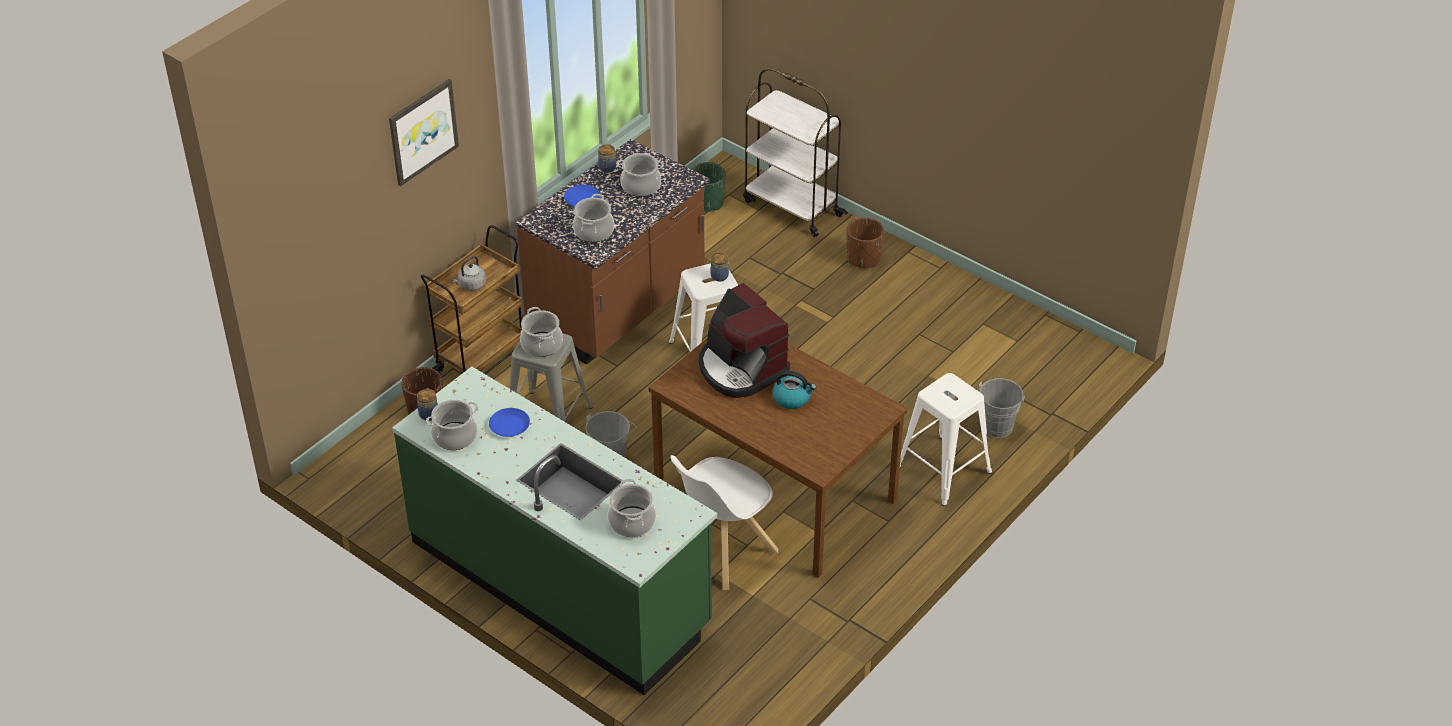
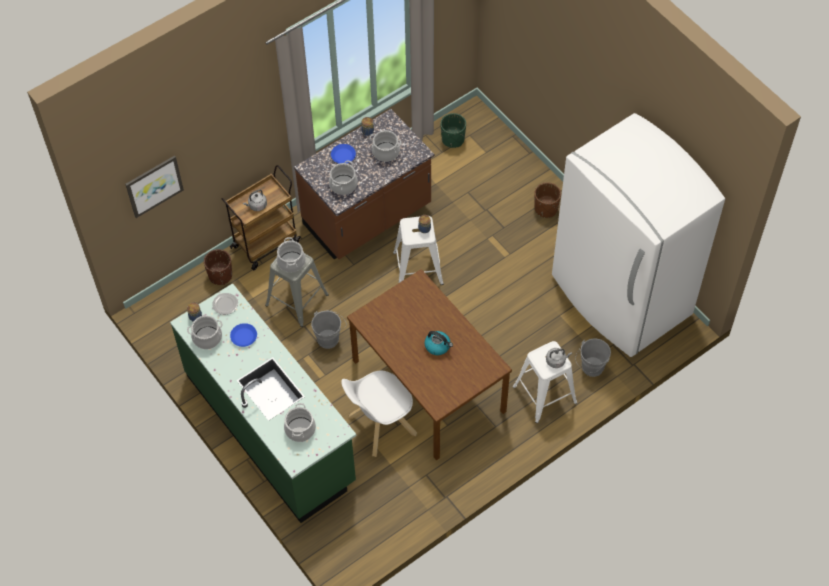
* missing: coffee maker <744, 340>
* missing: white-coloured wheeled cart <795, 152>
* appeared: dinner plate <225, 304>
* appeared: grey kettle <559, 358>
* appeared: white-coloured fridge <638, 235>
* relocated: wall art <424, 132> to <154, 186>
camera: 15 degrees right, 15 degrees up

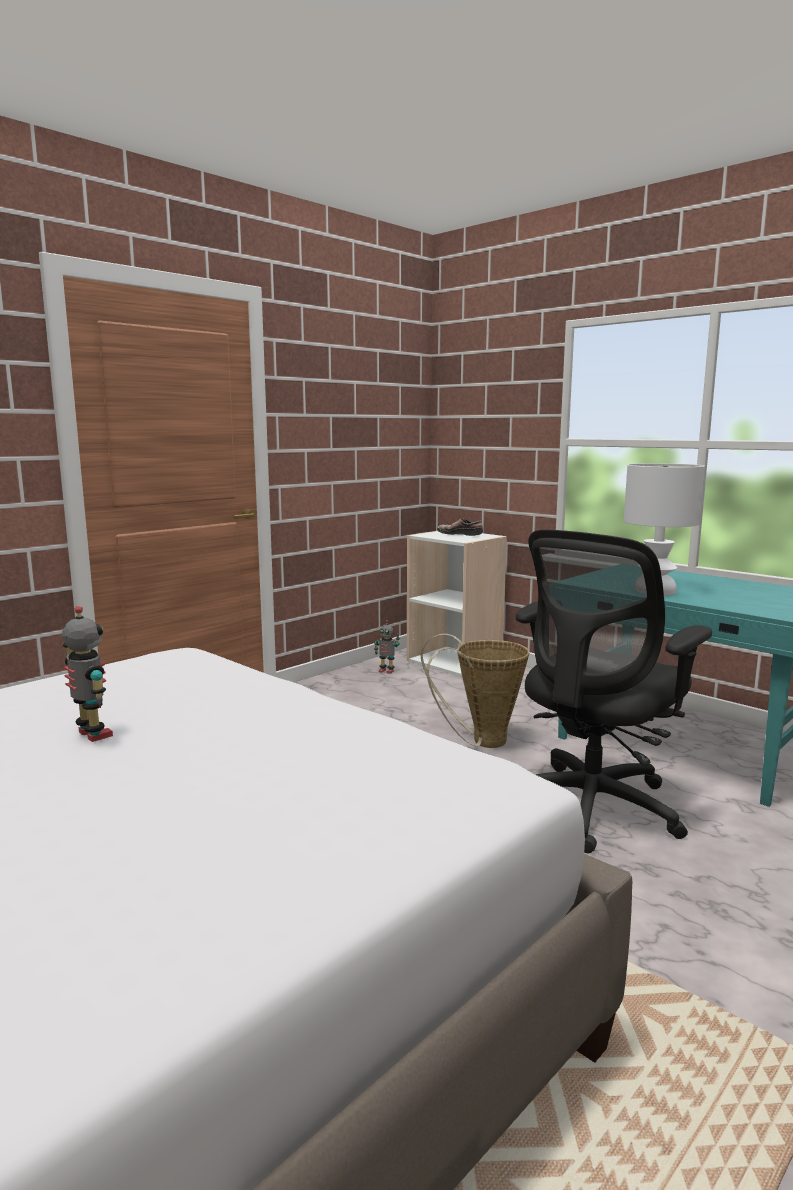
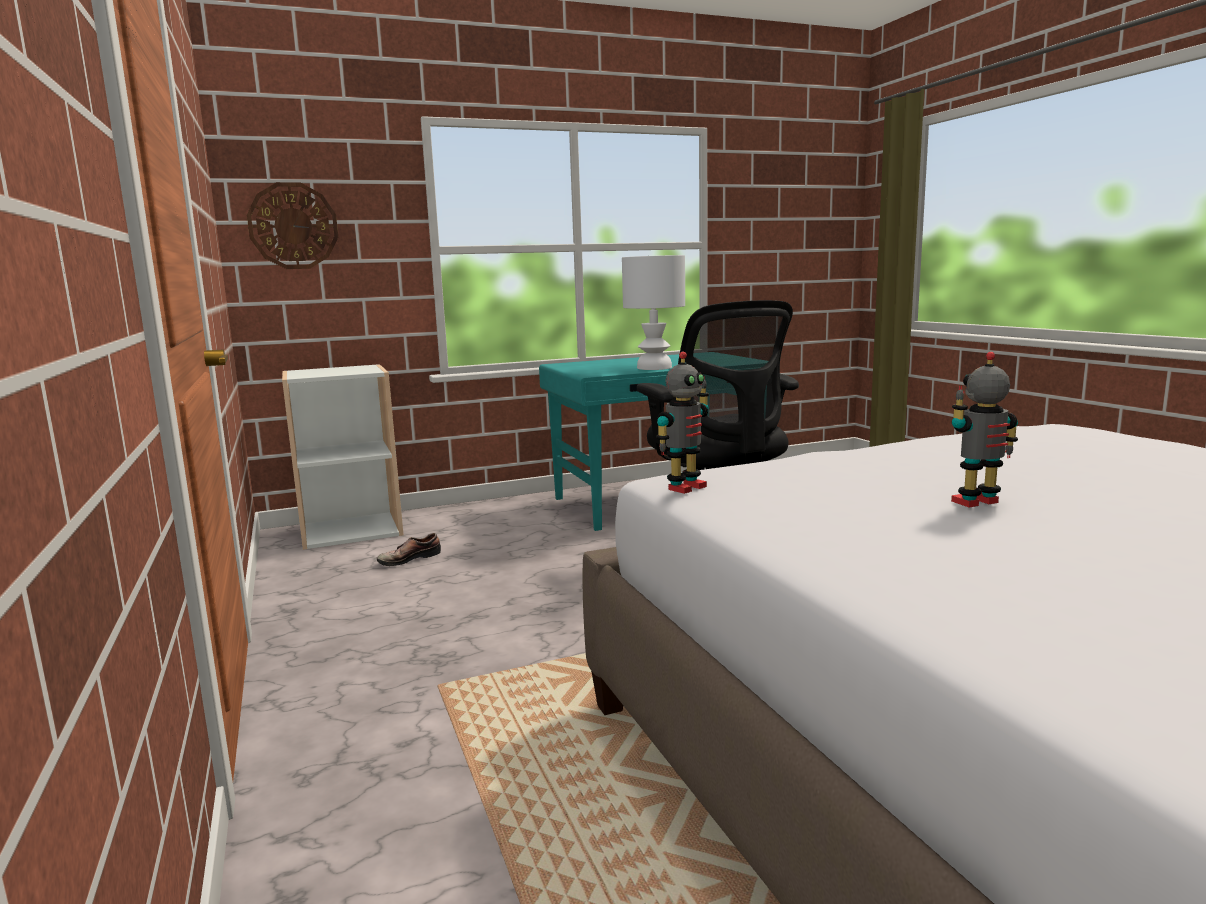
* missing: basket <475, 690>
* appeared: hanging clock <292, 225>
* relocated: toy robot <387, 647> to <682, 422>
* relocated: item of footwear <460, 527> to <409, 549>
camera: 65 degrees left, 0 degrees up

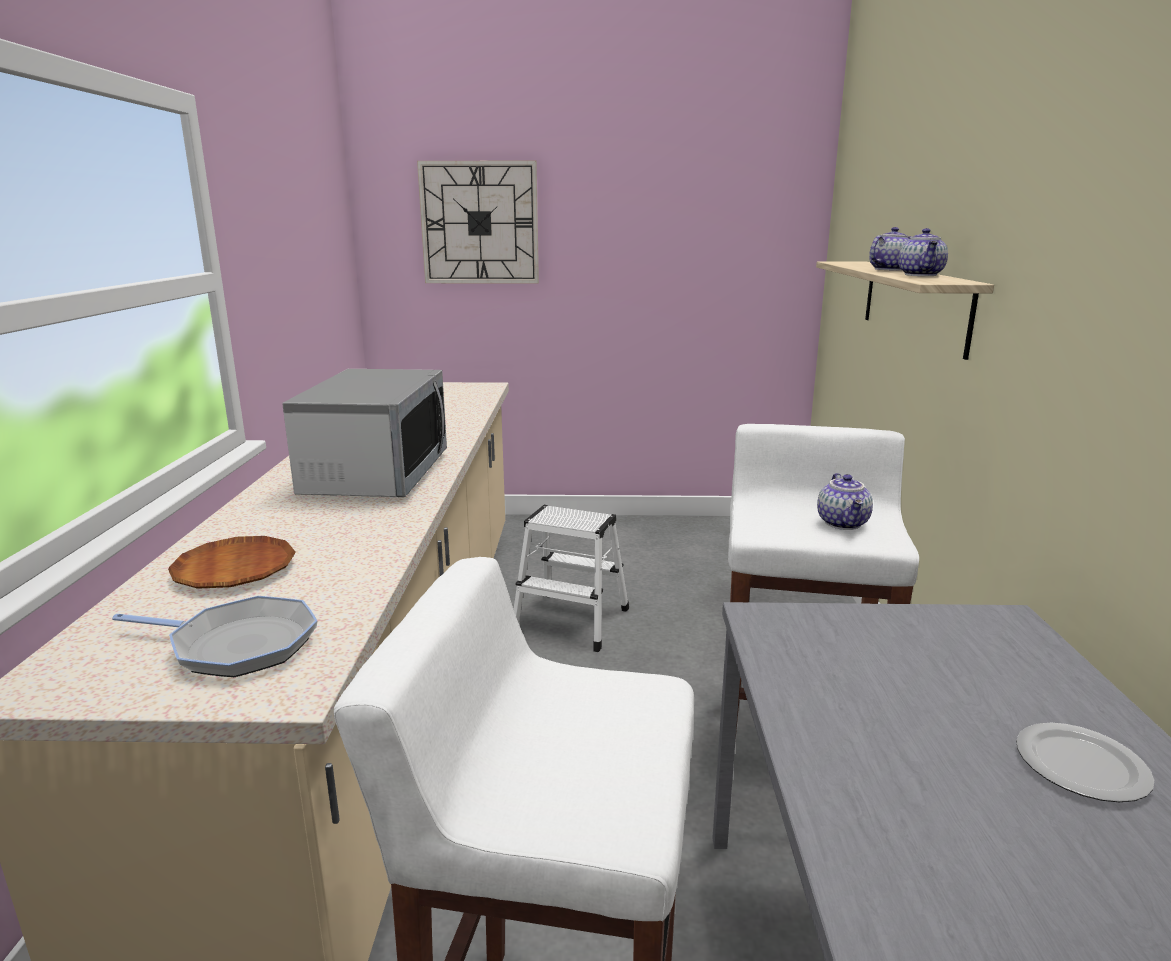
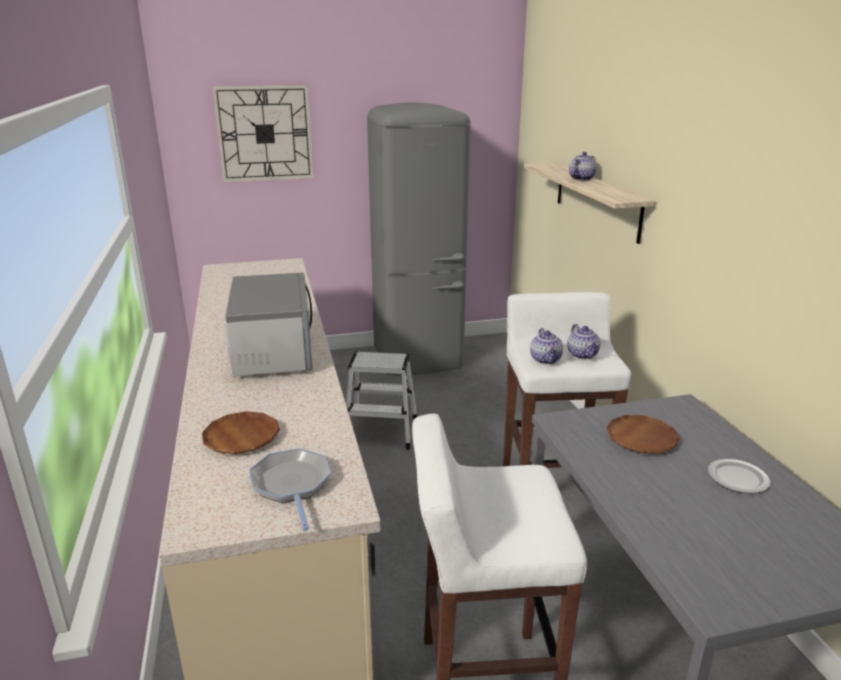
* appeared: grey fridge <419, 239>
* appeared: brown dinner plate <643, 434>
* relocated: pot for tea <923, 252> to <546, 346>
* spun: frying pan <215, 636> = <290, 489> 105 degrees counterclockwise
camera: 15 degrees left, 5 degrees up

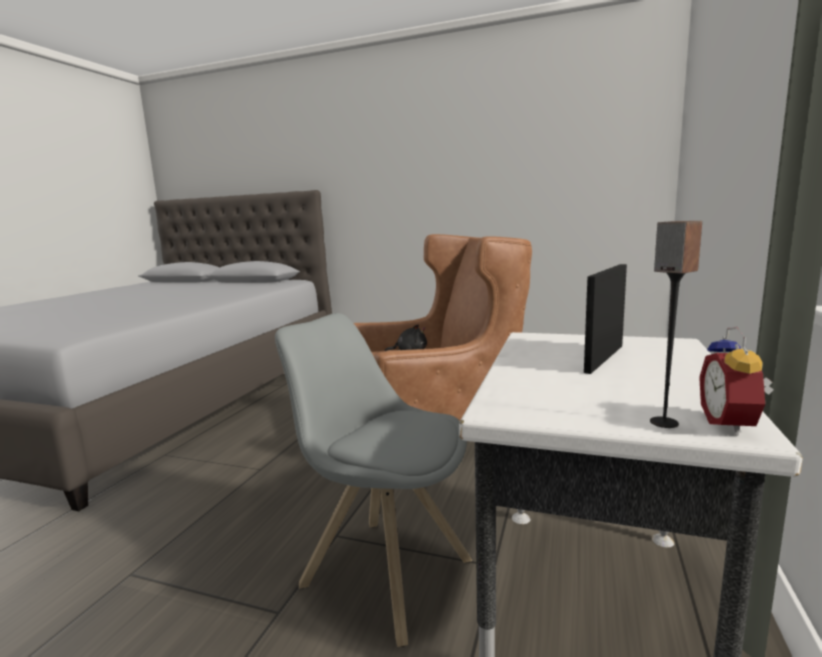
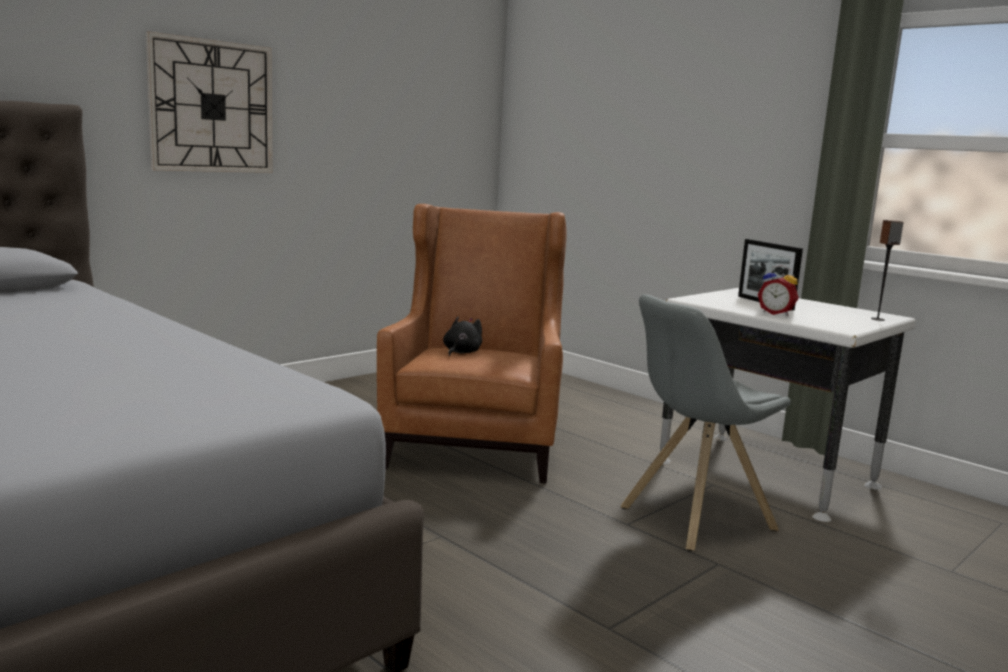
* appeared: hanging clock <209, 102>
* relocated: table clock <736, 381> to <778, 290>
camera: 65 degrees left, 0 degrees up

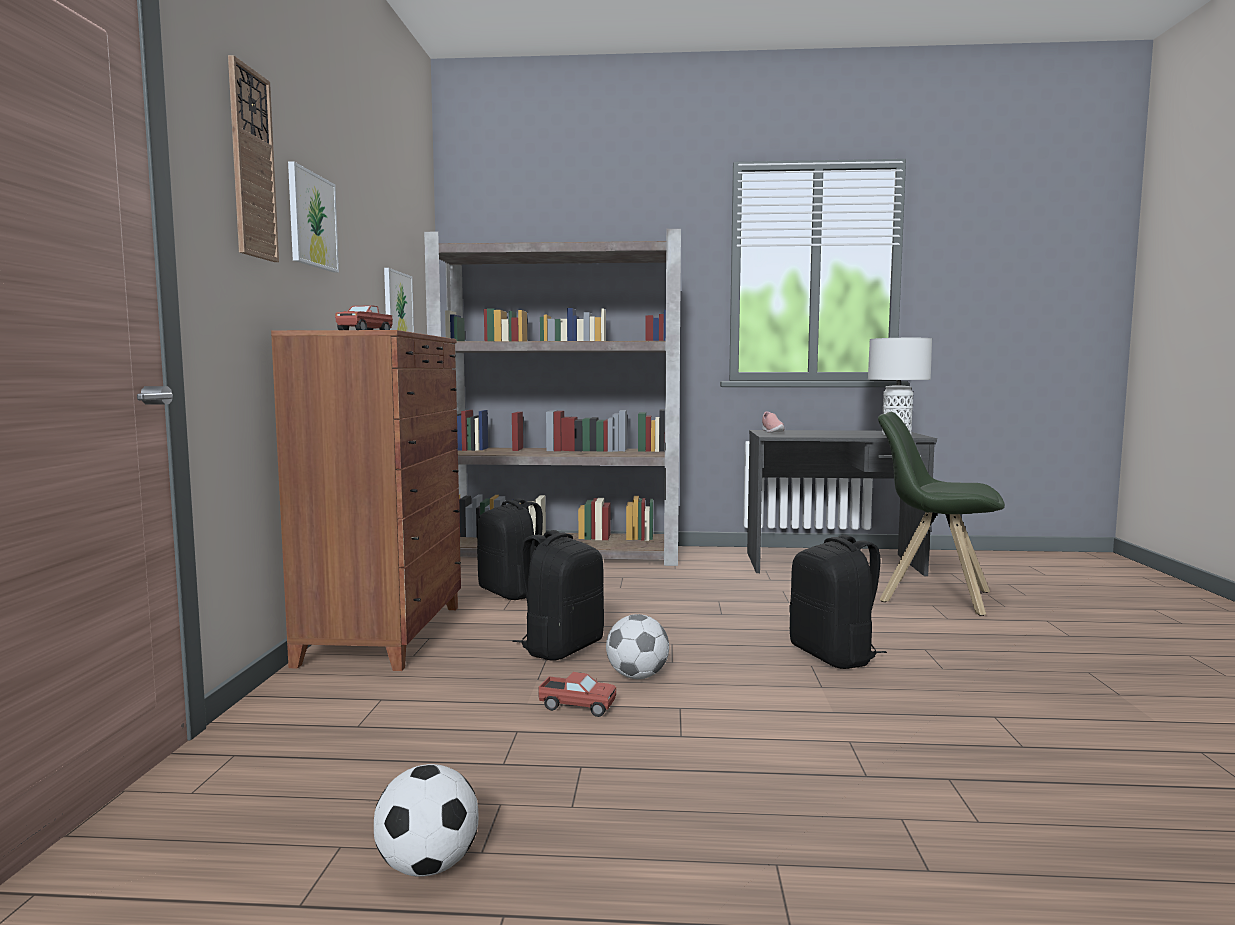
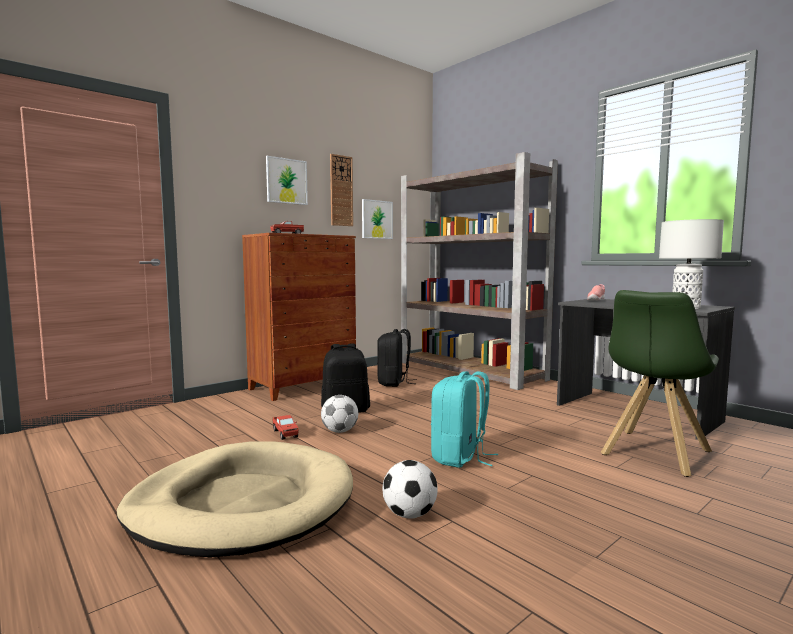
* appeared: beige-coloured pet bed <235, 499>
* relocated: hanging clock <253, 158> to <341, 190>
* relocated: football ball <426, 820> to <410, 489>
* colour: blackish knapsack <838, 602> to turquoise knapsack <464, 419>
* spun: green plain chair <941, 514> = <660, 383> 120 degrees counterclockwise
camera: 45 degrees right, 0 degrees up

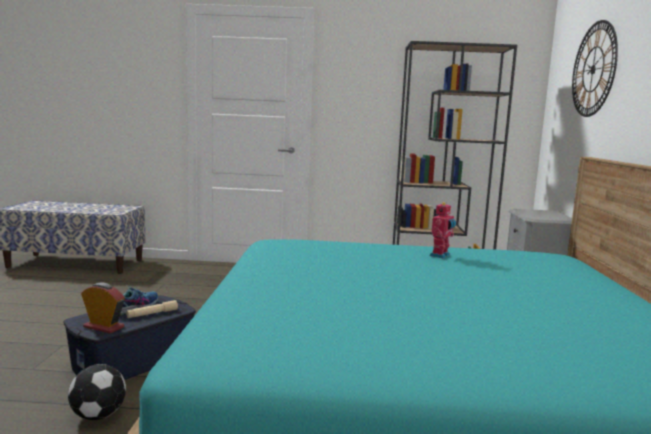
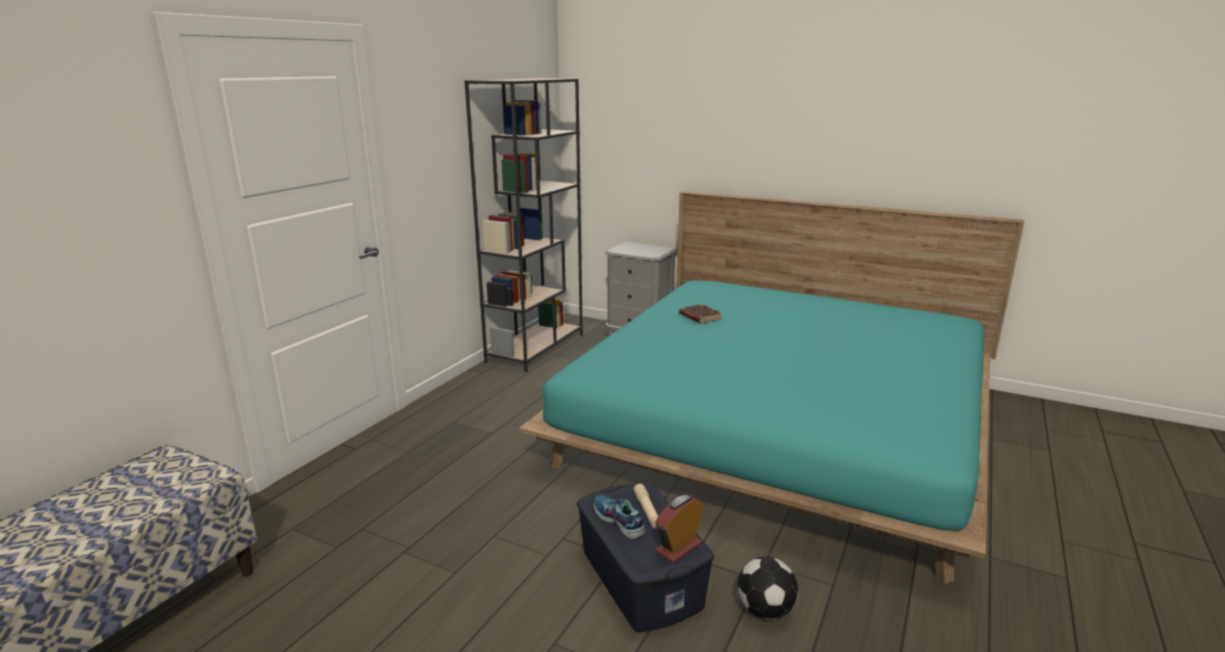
* missing: hanging clock <595, 68>
* exchanged: toy robot <443, 230> to brown book <700, 314>
camera: 65 degrees left, 10 degrees up

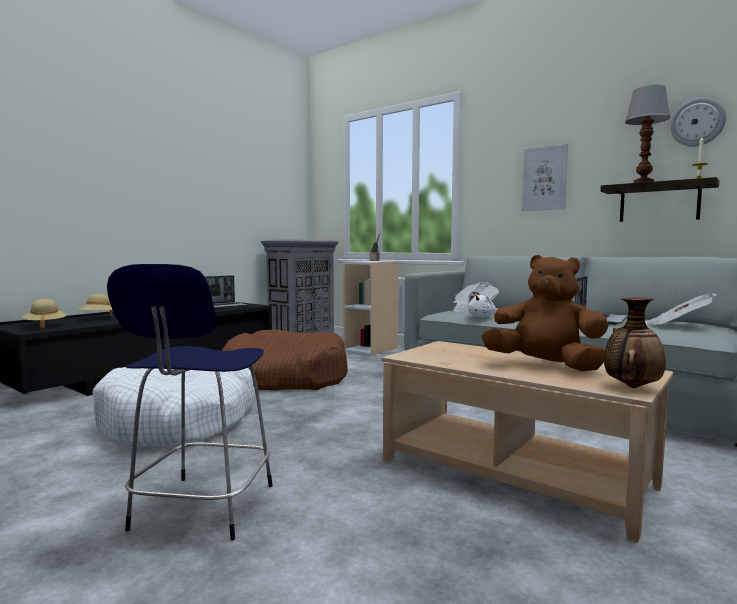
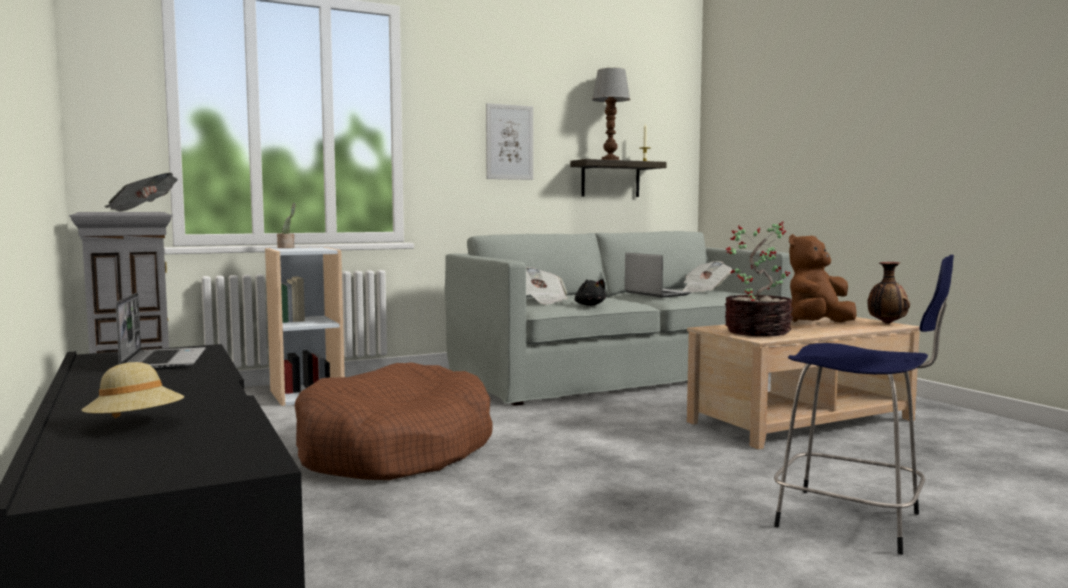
* missing: beige-coloured wearable hat <44, 314>
* missing: white-coloured pet bed <174, 406>
* missing: hanging clock <698, 122>
* appeared: printed paper <141, 192>
* appeared: potted plant <759, 278>
* colour: white-coloured soft toy <482, 305> to blackish soft toy <590, 292>
camera: 65 degrees left, 0 degrees up

